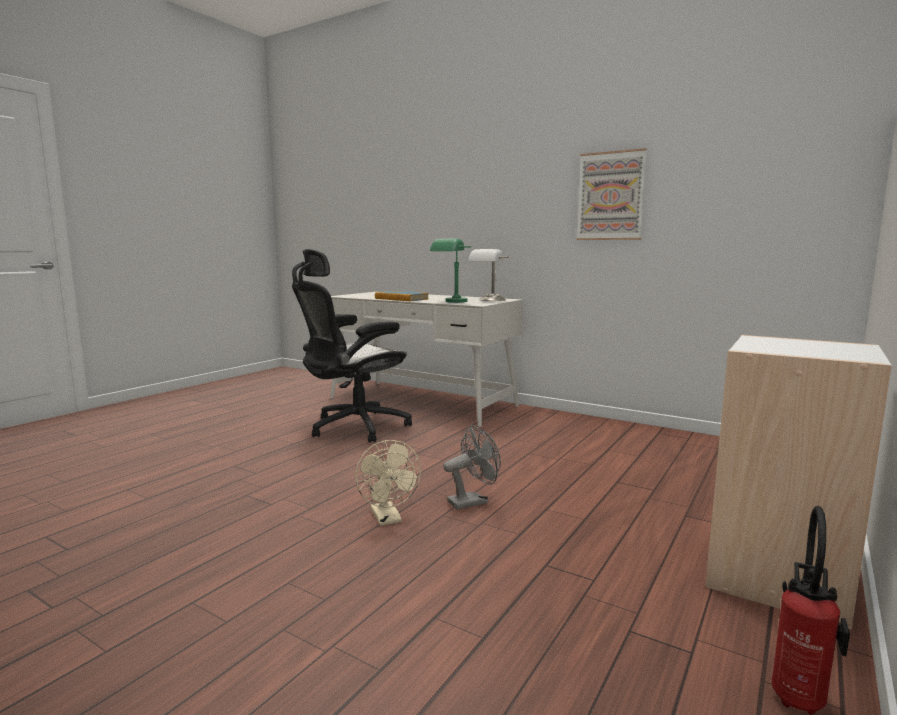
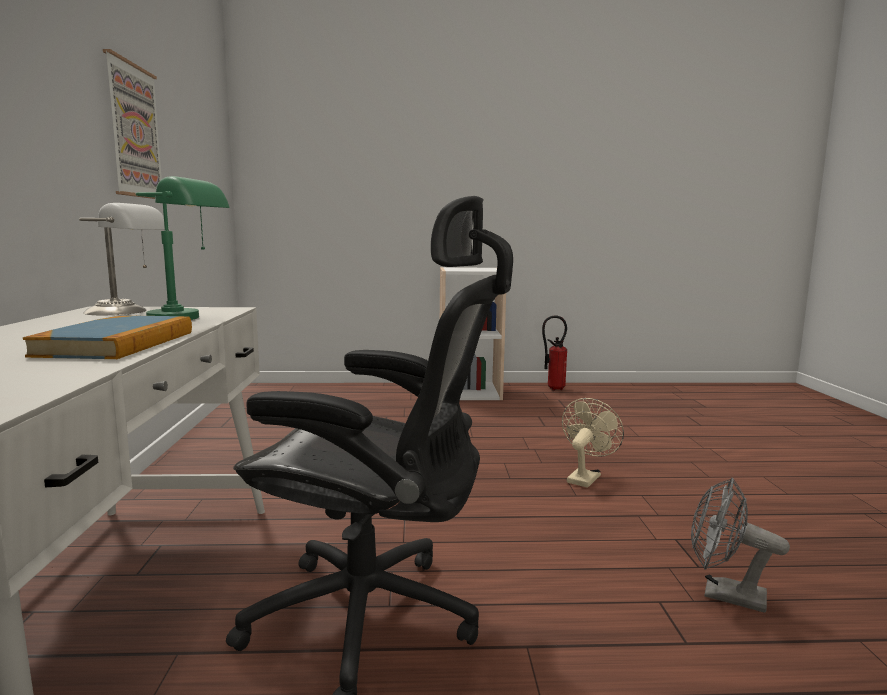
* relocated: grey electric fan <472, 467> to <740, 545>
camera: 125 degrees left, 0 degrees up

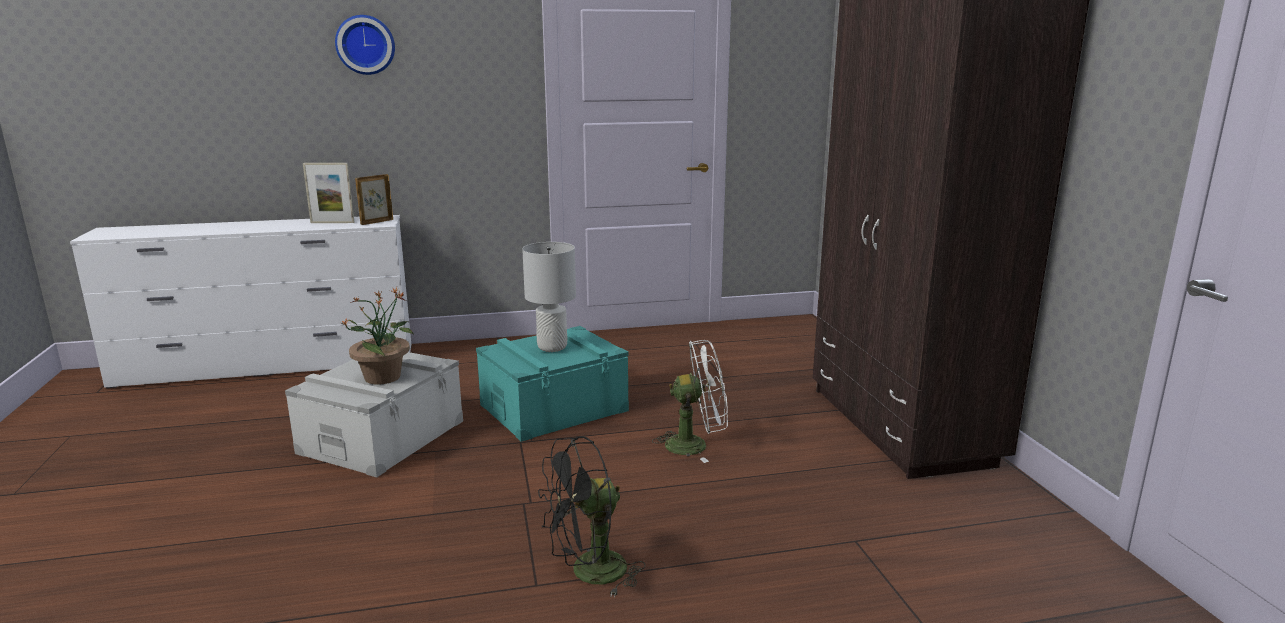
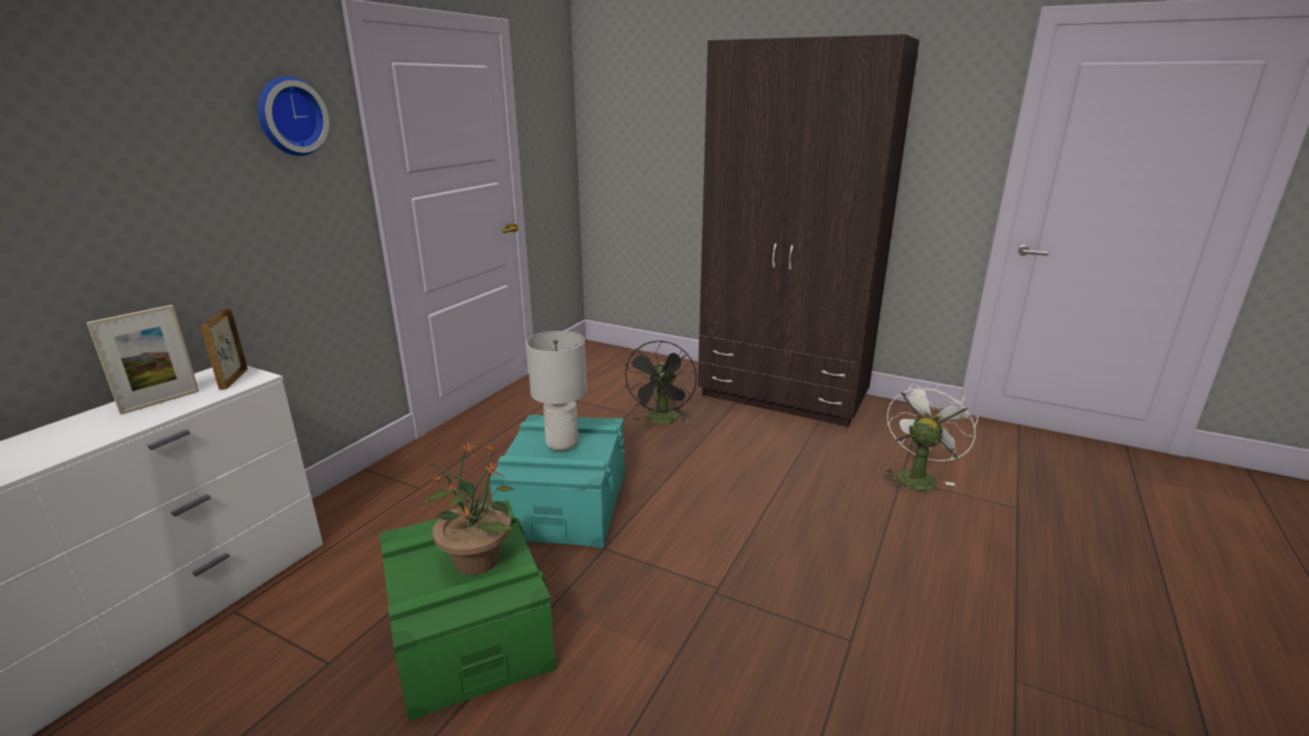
* relocated: hanging clock <365, 45> to <293, 116>
* relocated: blackish electric fan <591, 516> to <660, 382>
* relocated: white-coloured electric fan <690, 401> to <930, 437>
* colour: grey storage box <374, 415> to green storage box <468, 610>
camera: 50 degrees left, 5 degrees up

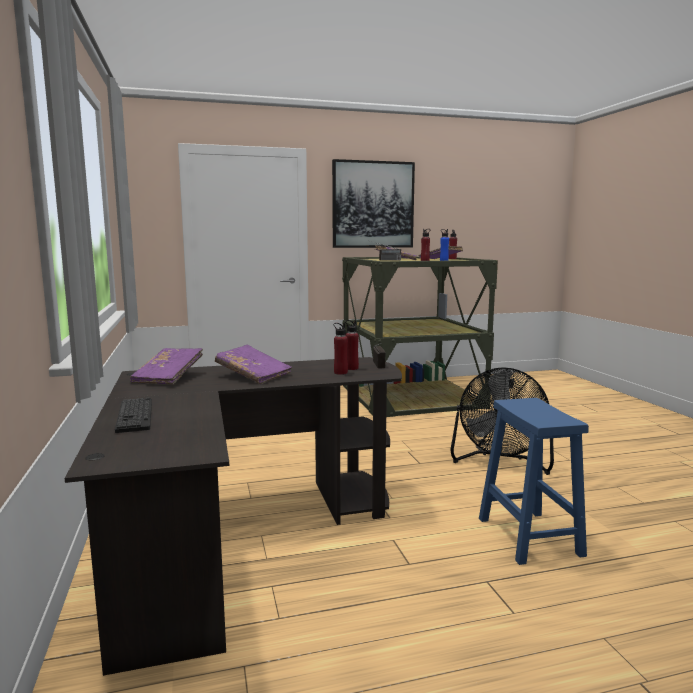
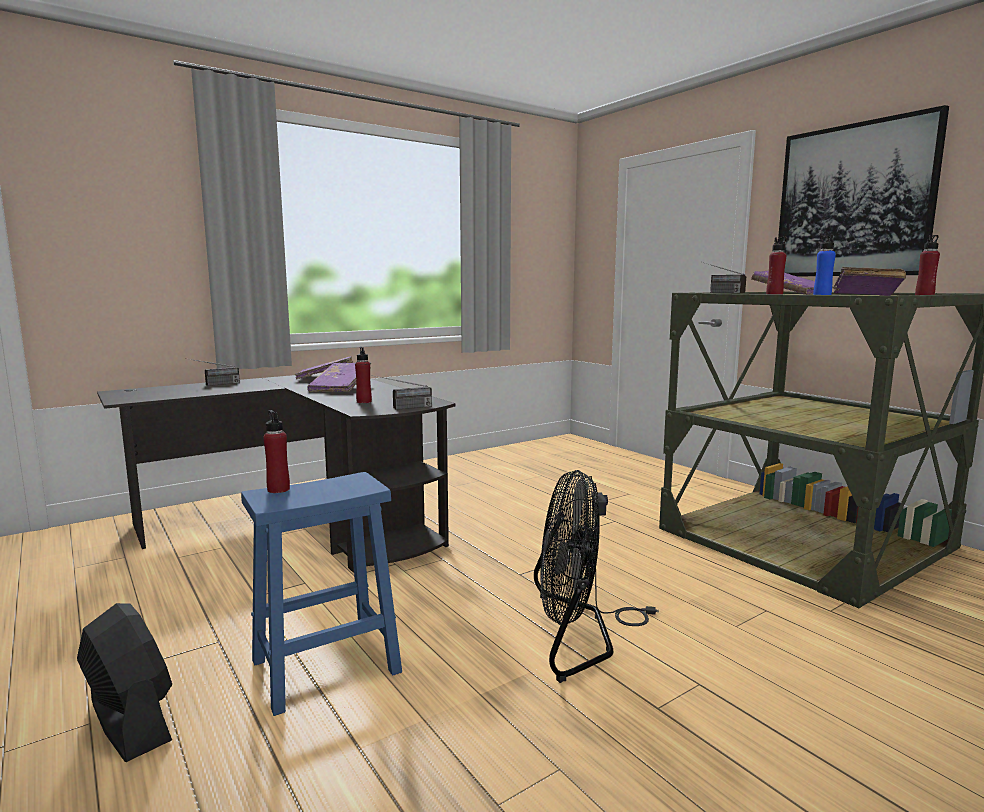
* appeared: blackish electric fan <124, 682>
* relocated: red-coloured beverage bottle <352, 345> to <276, 451>
* exchanged: computer keyboard <133, 415> to radio <212, 372>
camera: 70 degrees right, 0 degrees up

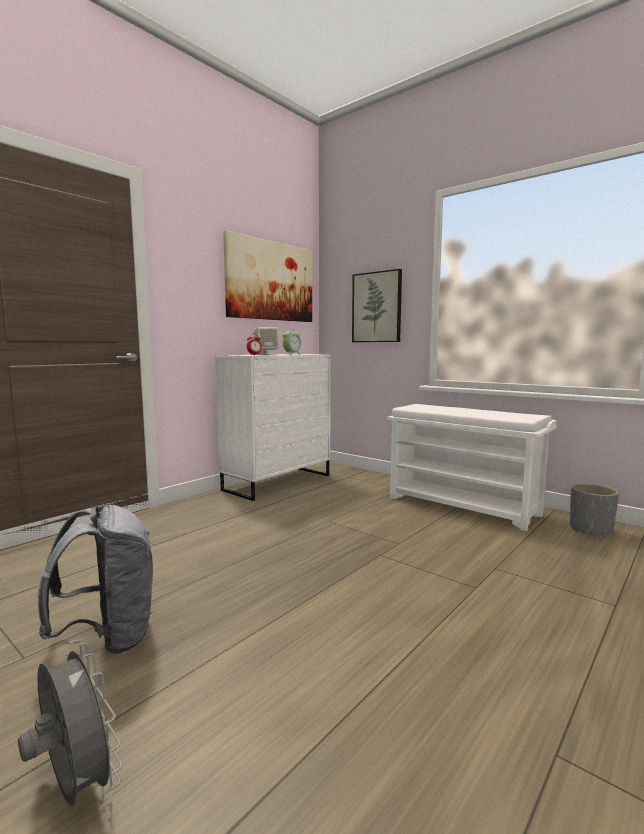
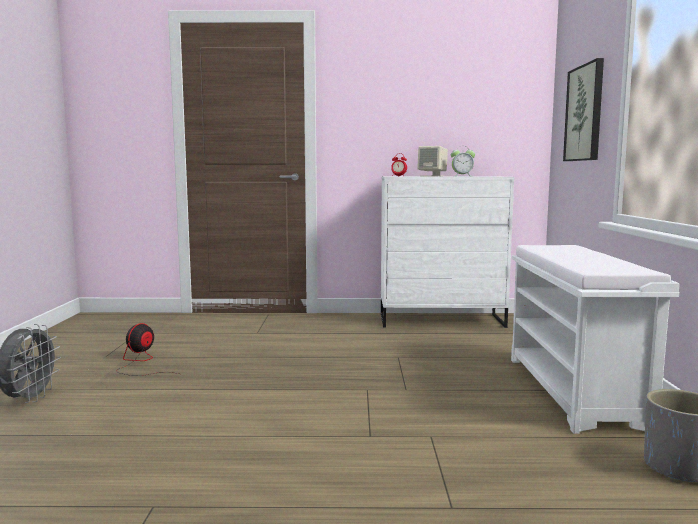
* missing: wall art <267, 276>
* exchanged: grey knapsack <95, 579> to electric fan <147, 349>
camera: 50 degrees right, 0 degrees up

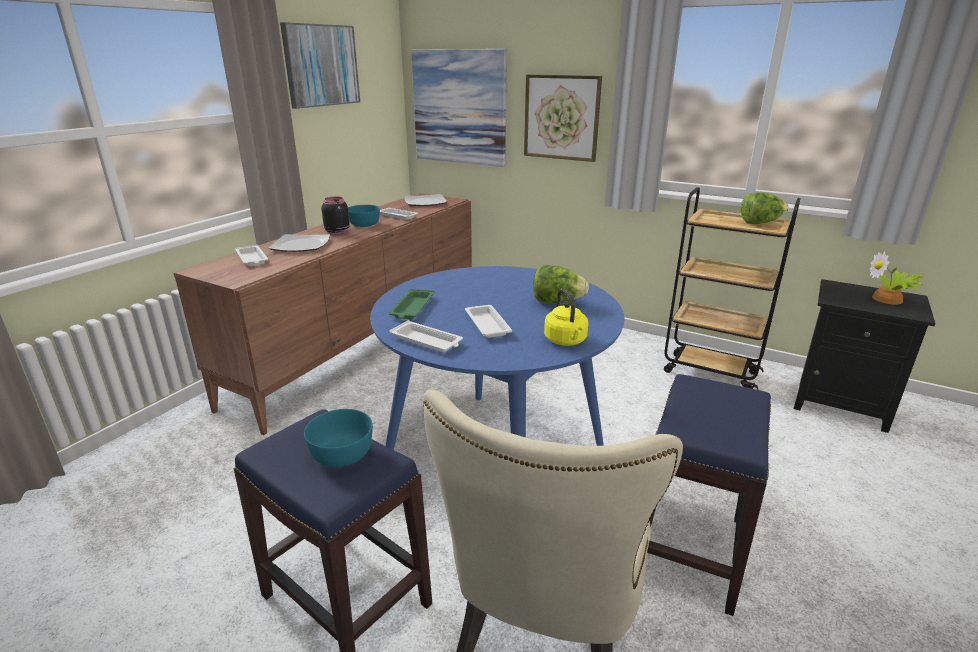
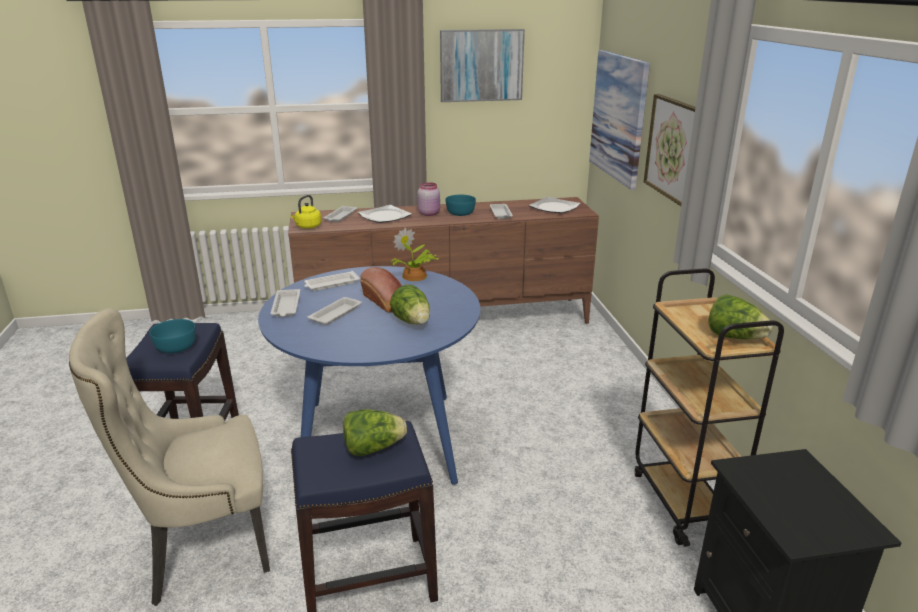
* appeared: lettuce <375, 432>
* appeared: bakery bread <381, 290>
* relocated: yellow kettle <566, 317> to <306, 212>
* relocated: potted plant <896, 277> to <415, 254>
* colour: blackish storage jar <336, 216> to pinkish storage jar <428, 199>
* colour: green serving tray <411, 304> to white-coloured serving tray <332, 281>
camera: 50 degrees right, 0 degrees up

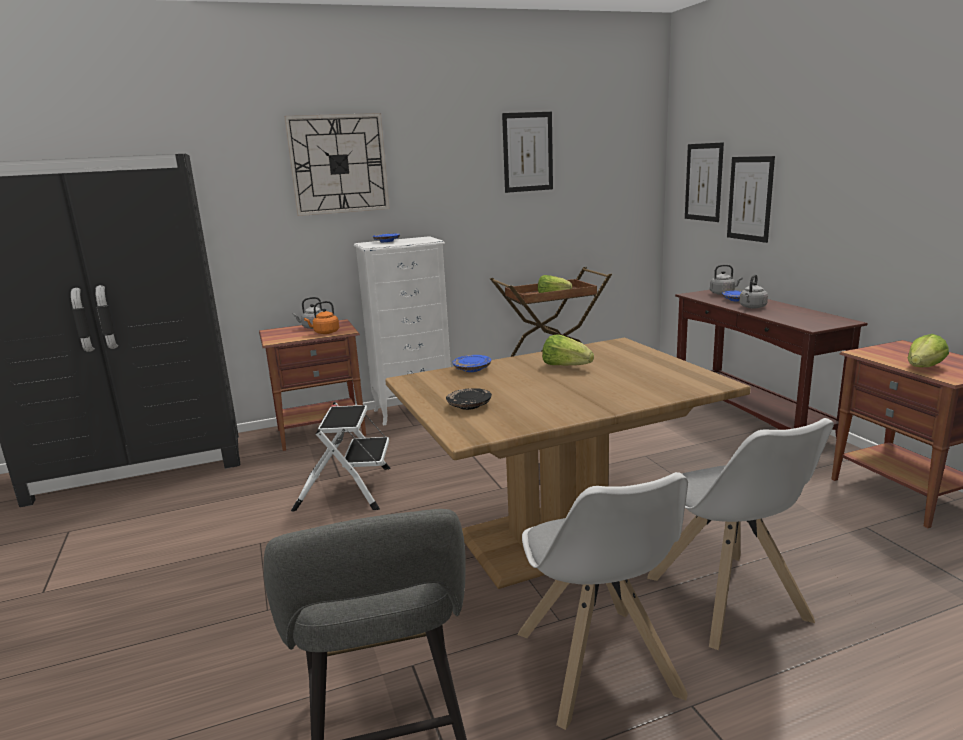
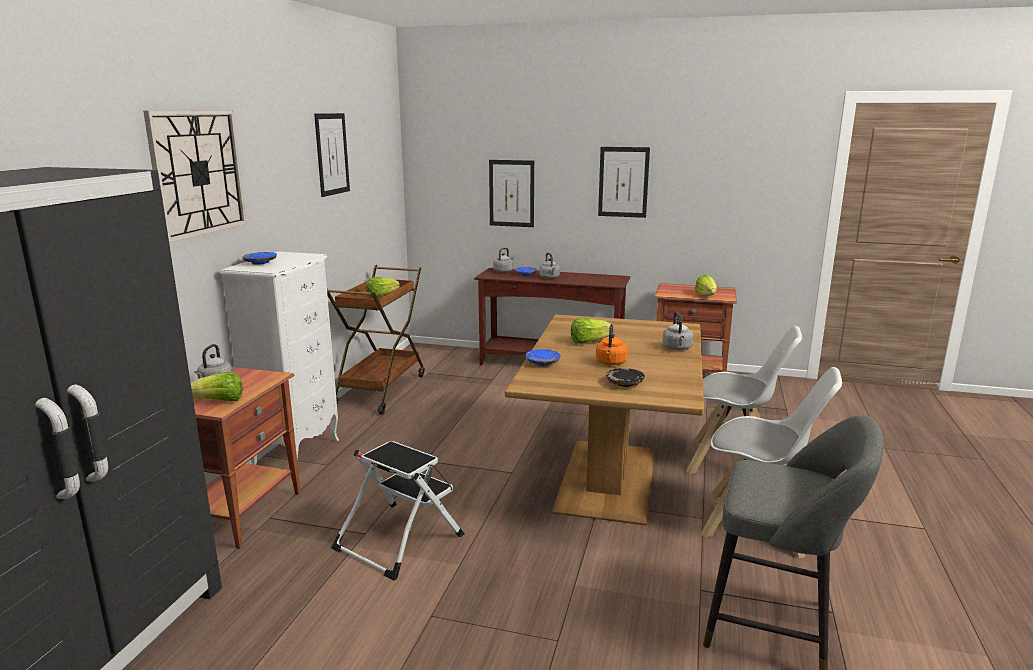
* appeared: lettuce <217, 387>
* appeared: grey kettle <677, 331>
* relocated: orange-coloured kettle <321, 317> to <612, 344>
* relocated: wall art <704, 182> to <624, 182>
camera: 55 degrees left, 0 degrees up

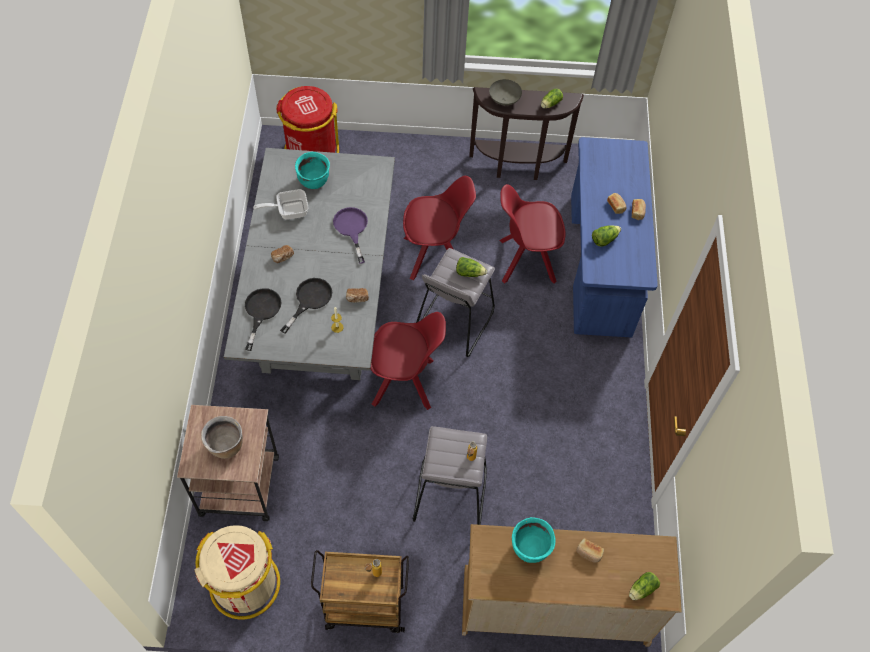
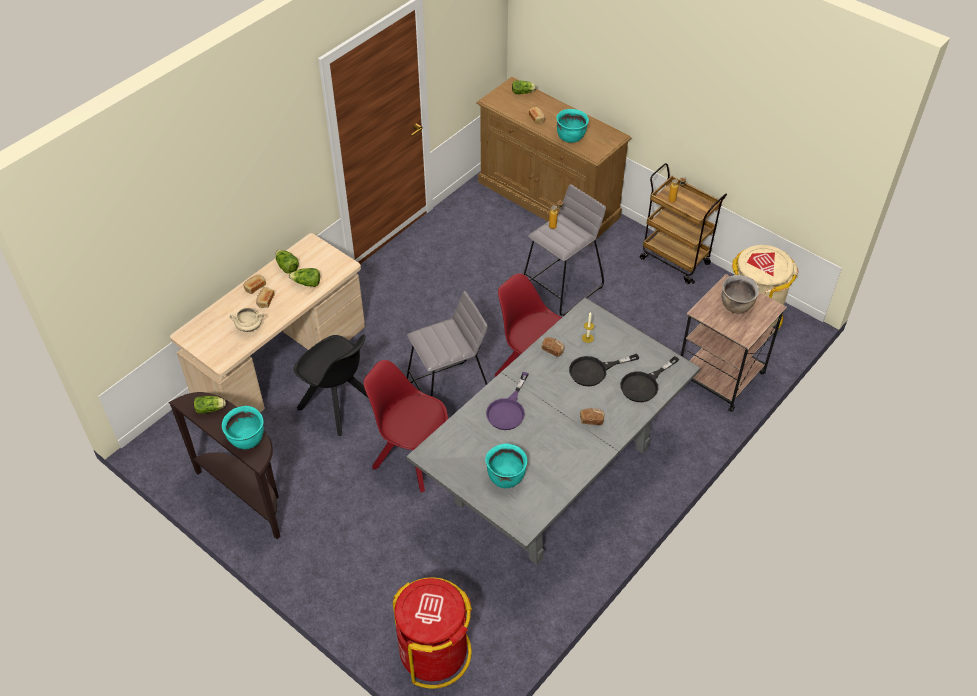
* missing: frying pan <280, 204>
* appeared: beige-coloured saucepot <246, 320>
* relocated: lettuce <471, 267> to <287, 262>
* exchanged: grey deep dish <505, 92> to turquoise saucepot <243, 427>
* colour: red-coloured plain chair <532, 234> to blackish plain chair <331, 385>
* colour: blue-coloured desk table <614, 237> to beige-coloured desk table <267, 323>
camera: 140 degrees left, 10 degrees down

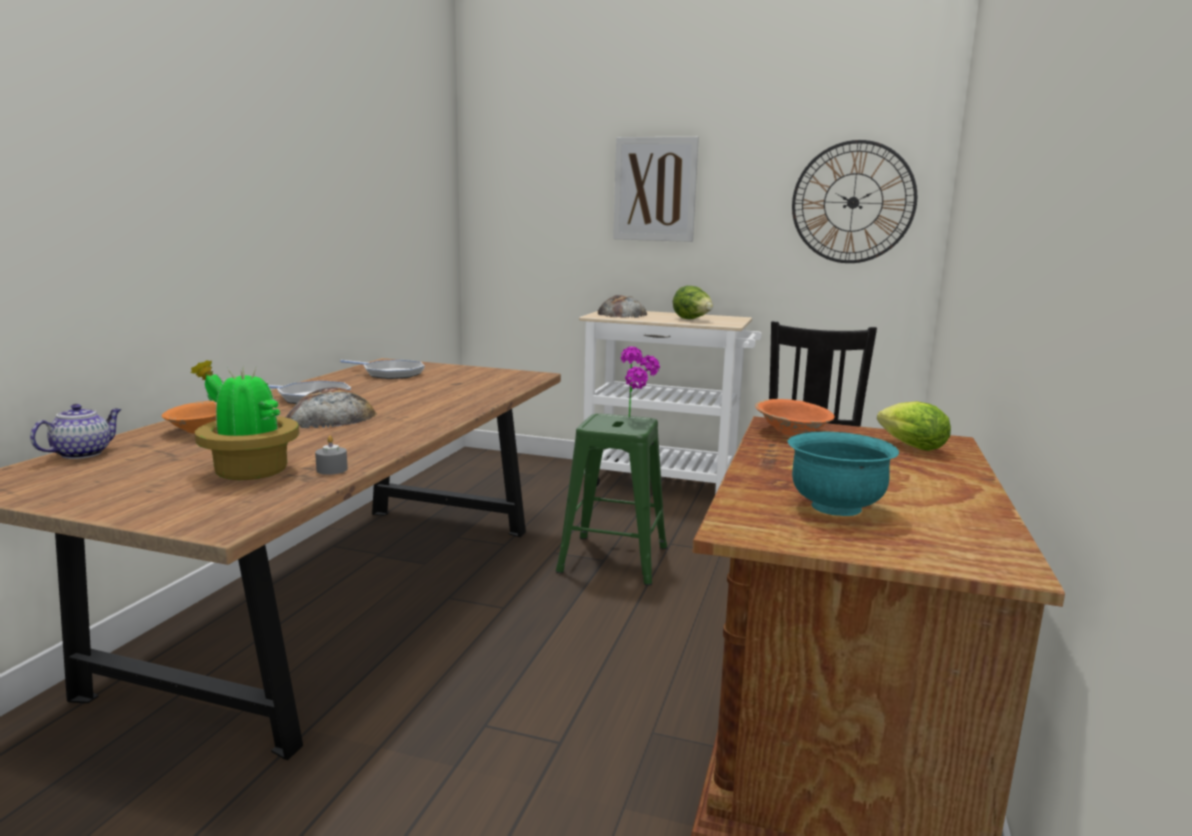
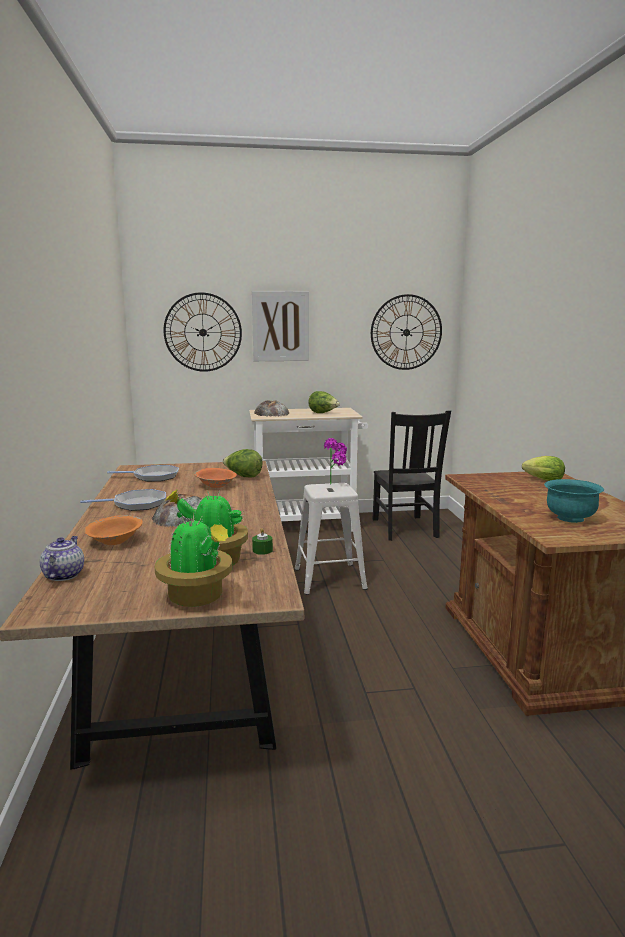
* appeared: potted plant <193, 560>
* appeared: hanging clock <203, 332>
* appeared: lettuce <243, 463>
* relocated: orange-coloured deep dish <795, 417> to <215, 478>
* colour: grey wax candle <331, 455> to green wax candle <262, 541>
* colour: green sitting stool <611, 499> to white-coloured sitting stool <331, 539>
camera: 25 degrees left, 0 degrees up

